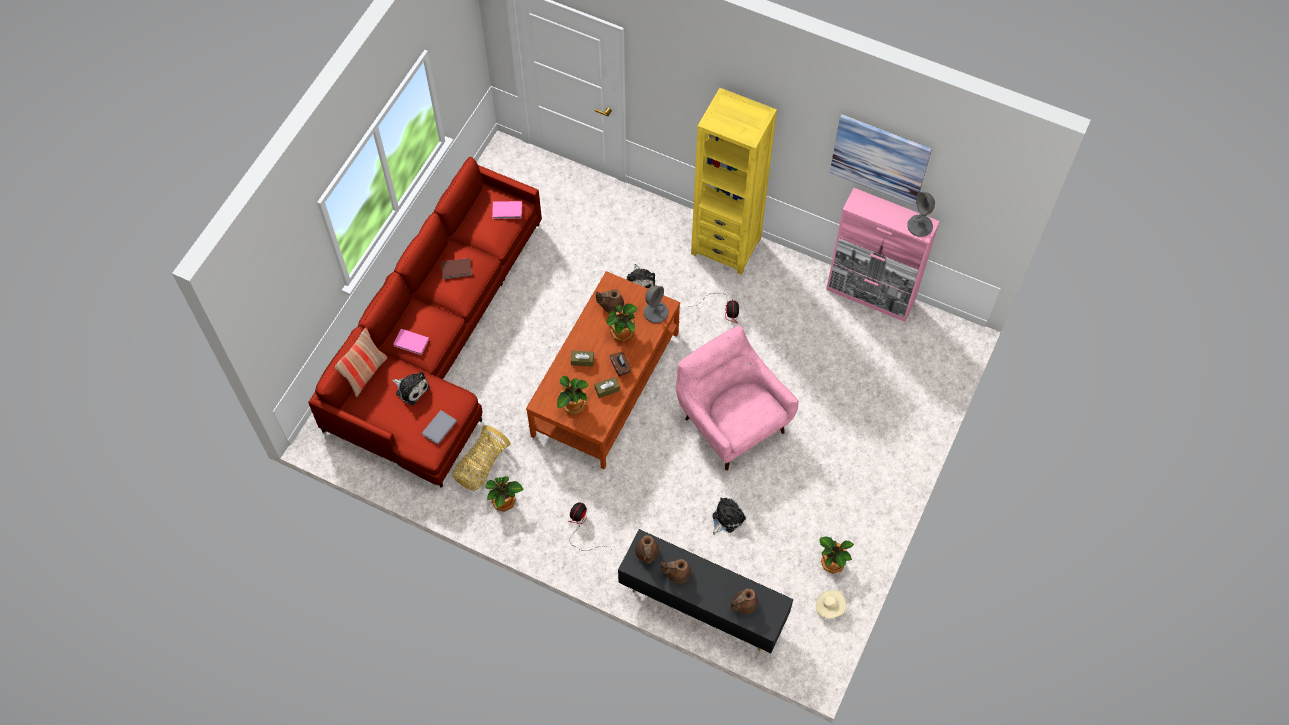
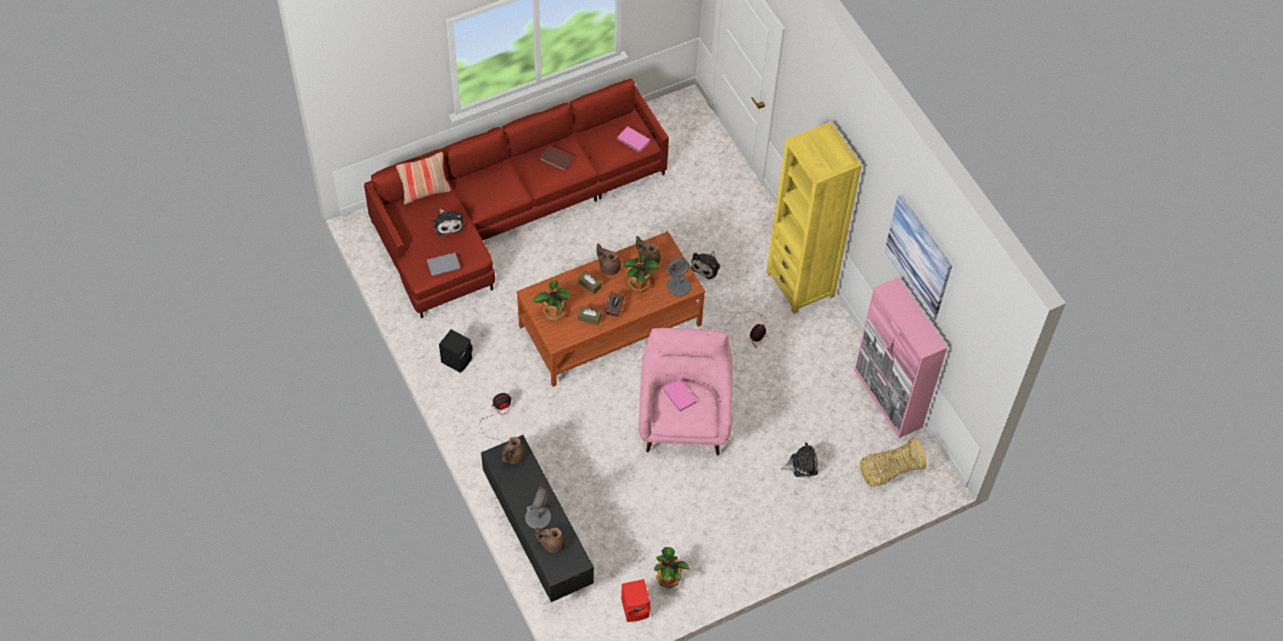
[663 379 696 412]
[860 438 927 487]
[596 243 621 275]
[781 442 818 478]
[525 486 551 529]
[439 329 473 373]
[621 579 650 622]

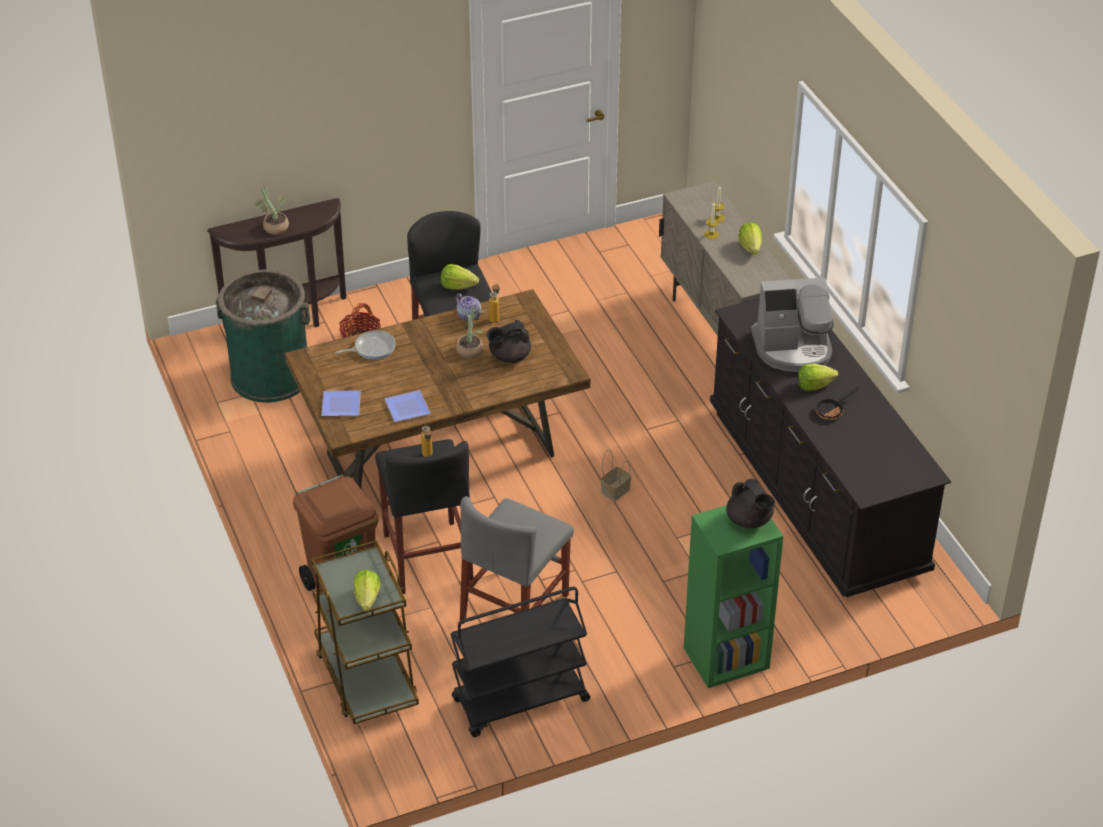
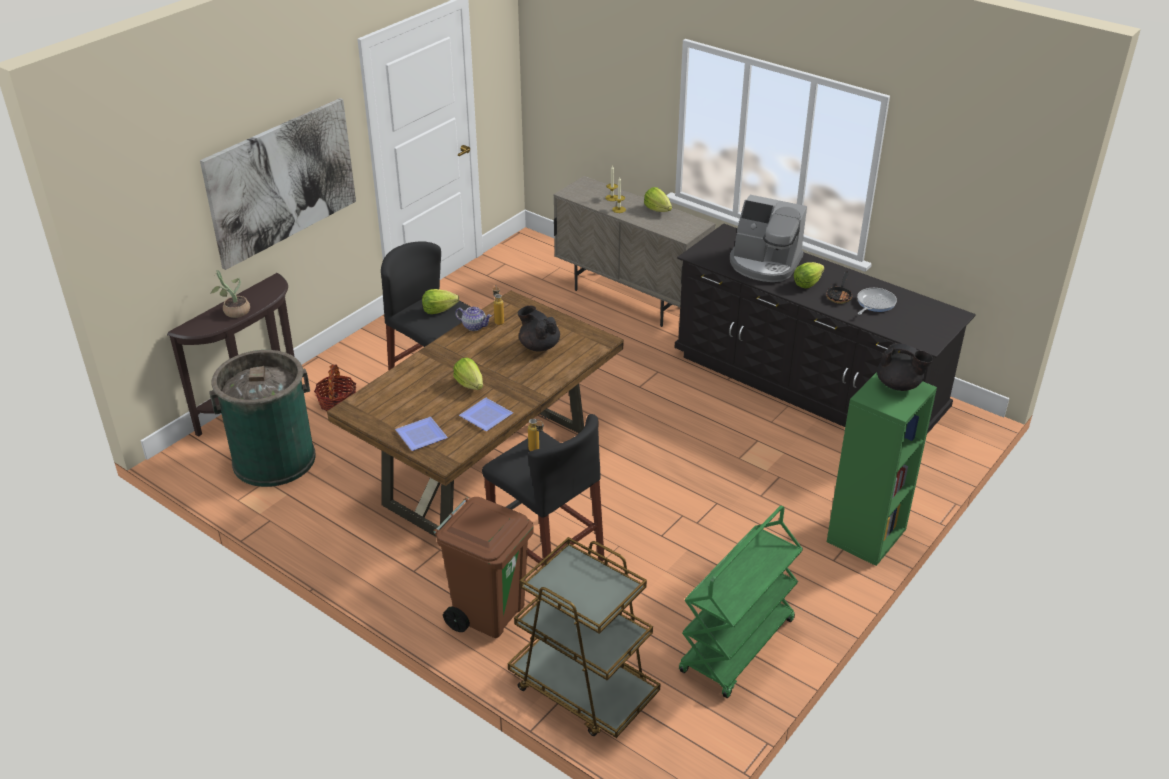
[456 306 483 358] (first image)
[460 496 574 624] (first image)
[600 449 631 501] (first image)
[200 98 356 270]
[857 288 897 315]
[453 358 483 390]
[679 506 803 698]
[518 306 560 352]
[730 195 807 282]

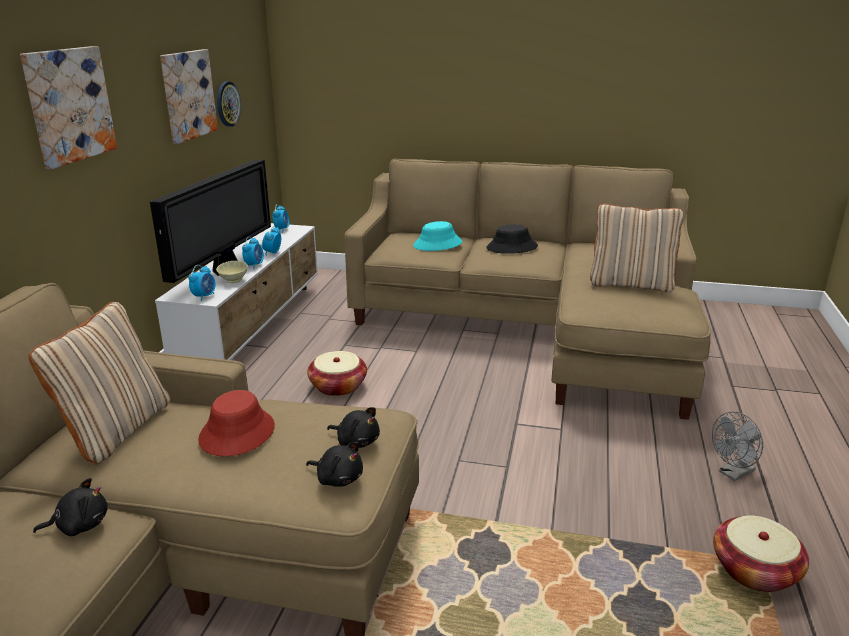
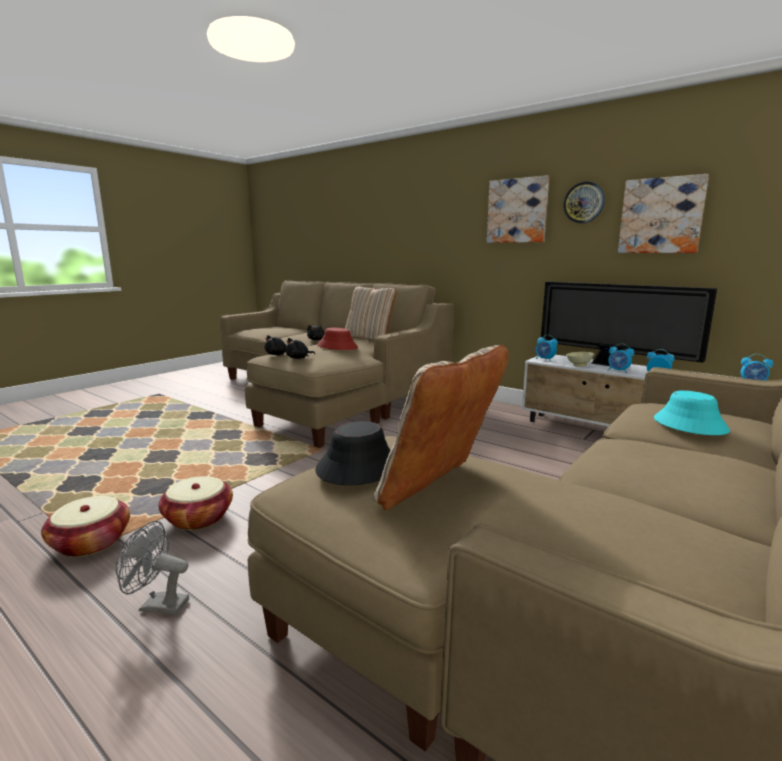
[563 182 605 223]
[158 476 233 530]
[315 421 391 485]
[116 521 189 615]

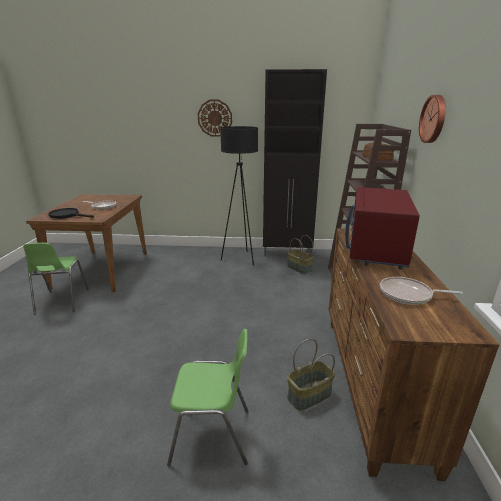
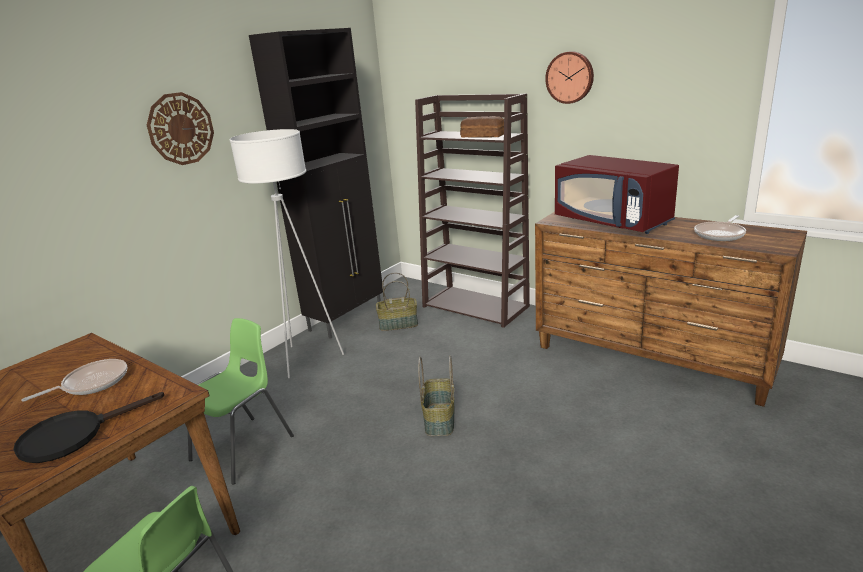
[188 318 294 484]
[418 355 454 436]
[230 129 344 378]

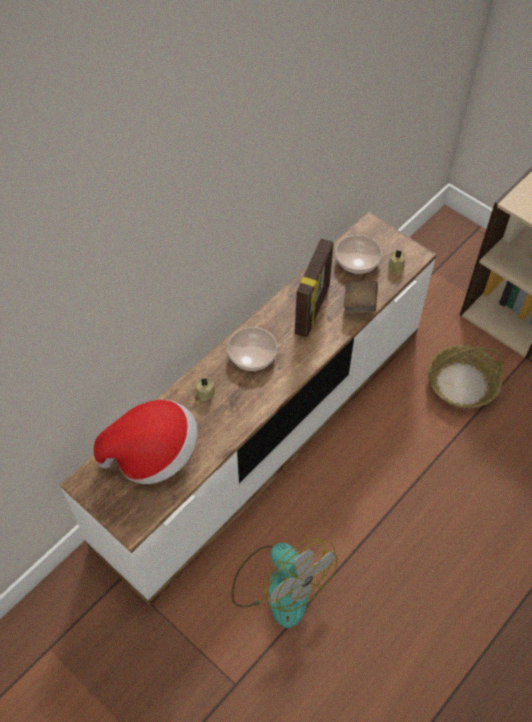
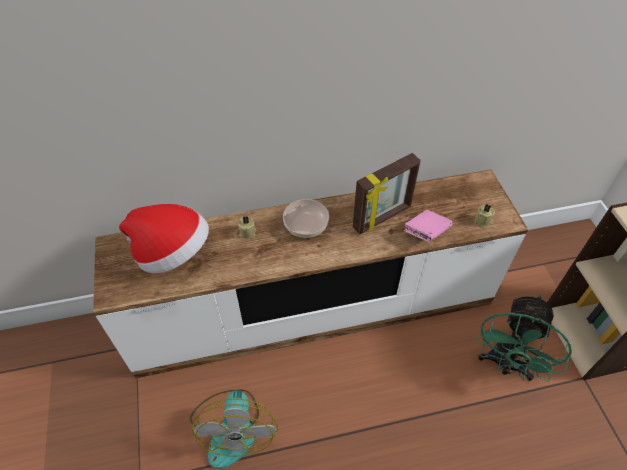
[336 235 382 274] (first image)
[477 295 572 382]
[404 210 452 242]

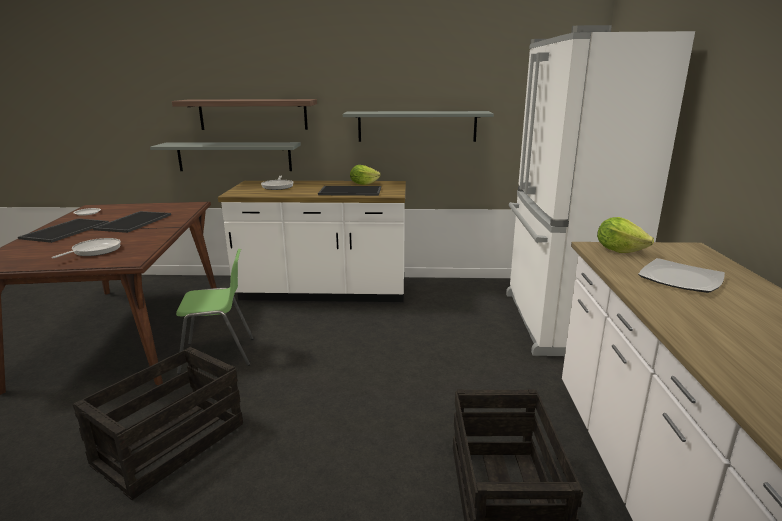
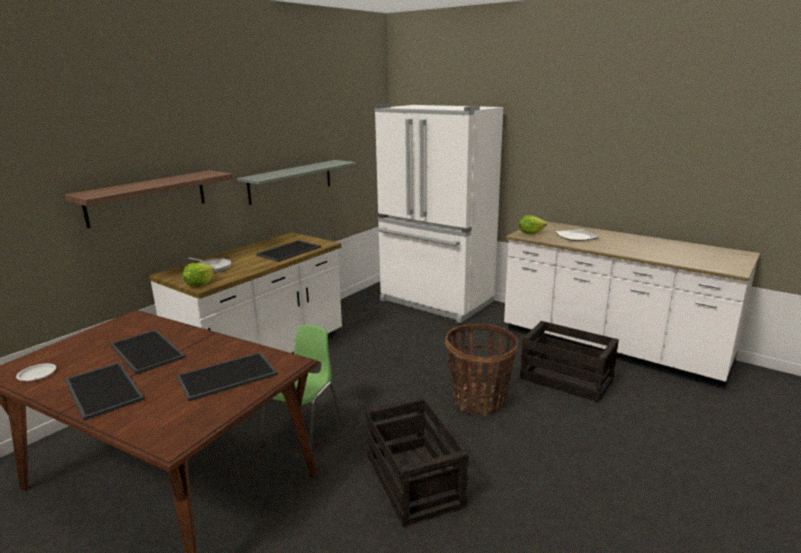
[150 142 301 171] (first image)
[445 324 518 416]
[183 263 214 286]
[177 352 278 401]

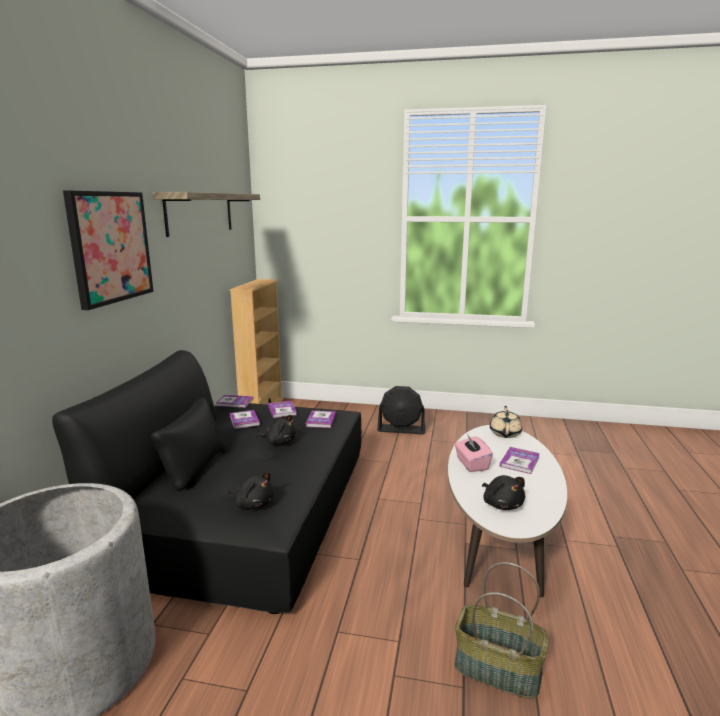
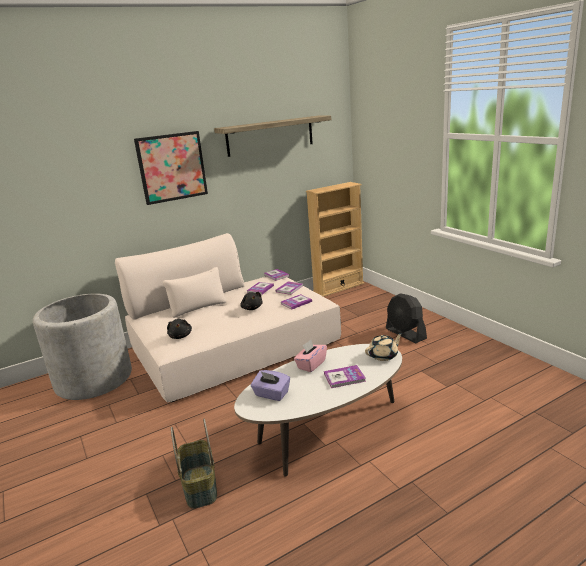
[251 370 290 401]
[115 233 341 402]

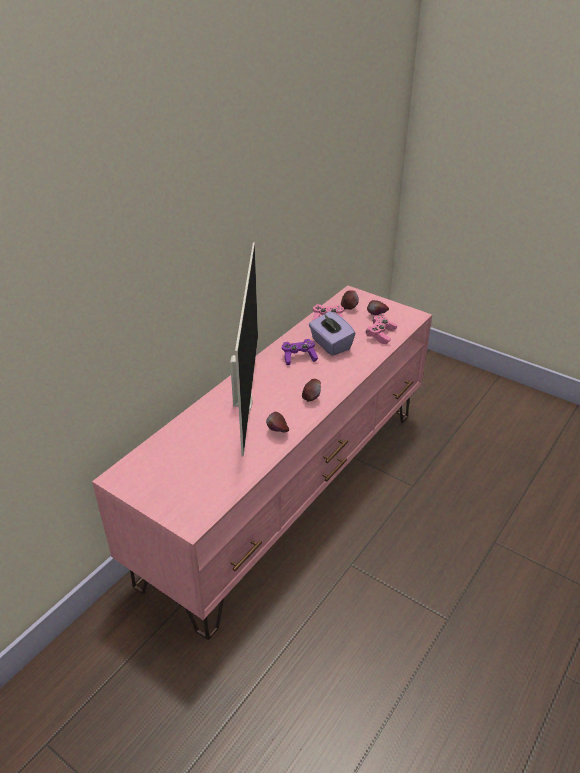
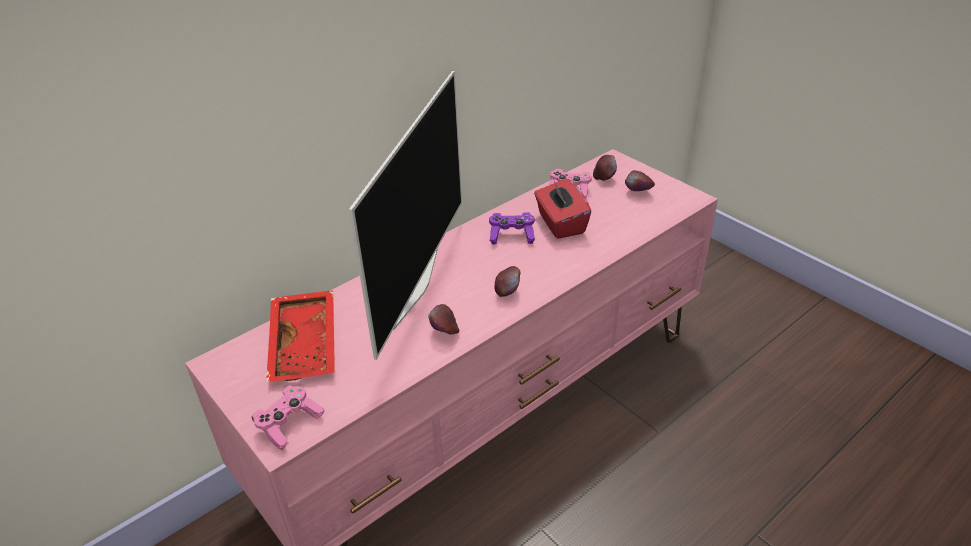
[266 290 335 382]
[252 386 324 450]
[534 177 591 239]

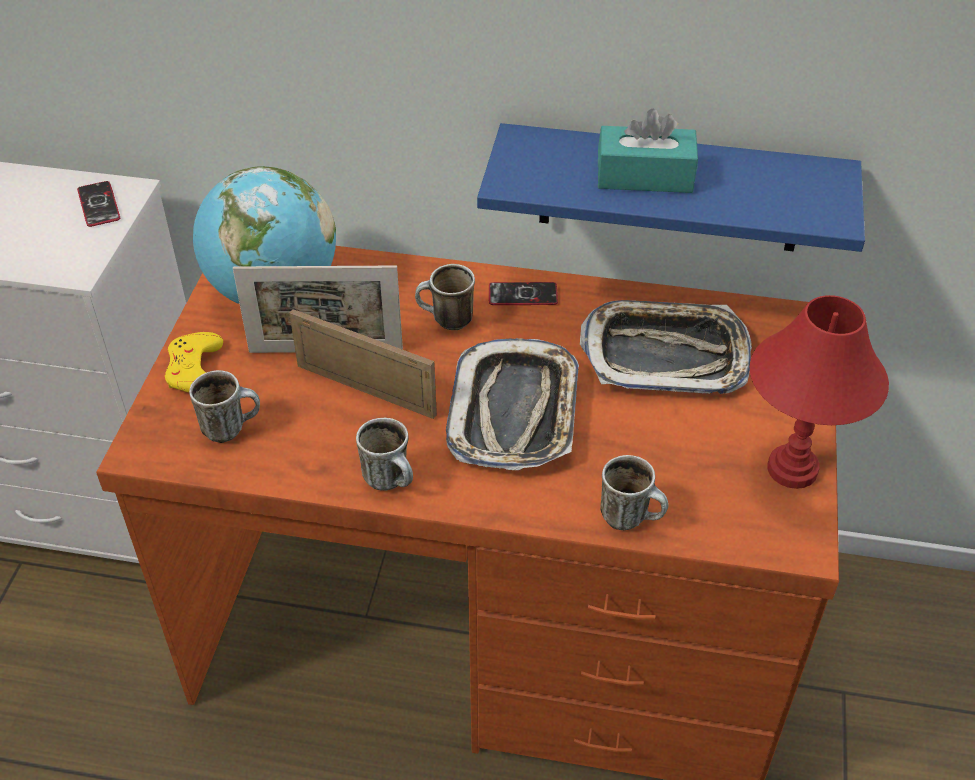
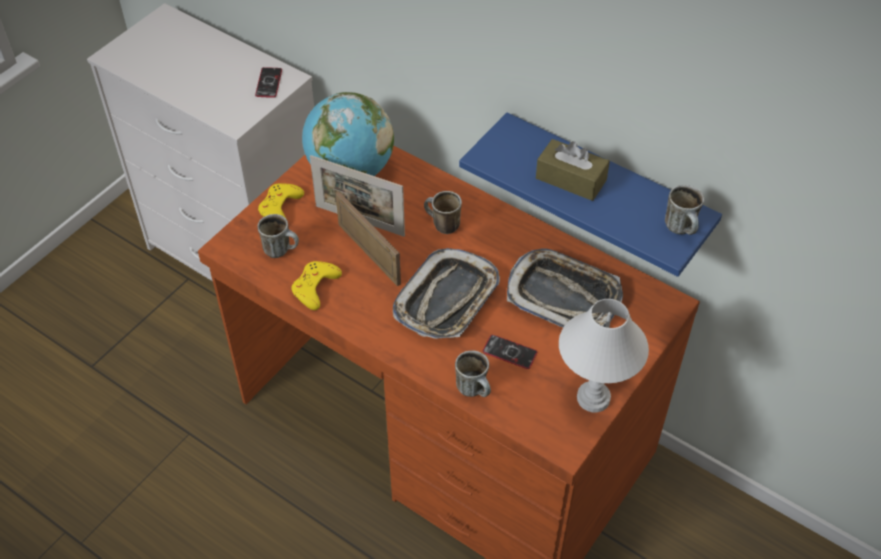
[291 261 342 310]
[665 185 704 235]
[483 335 537 369]
[536 139 610 201]
[559 299 649 412]

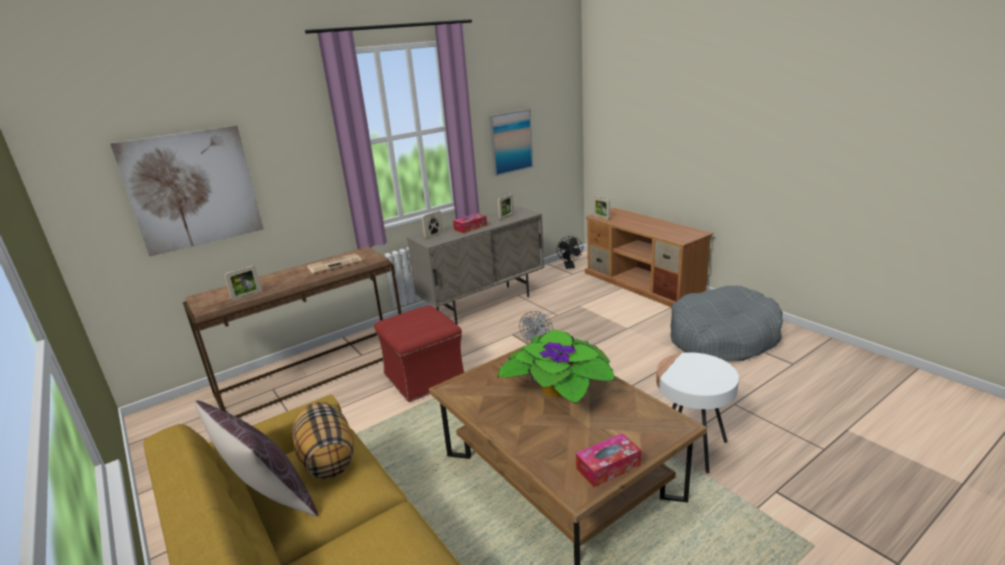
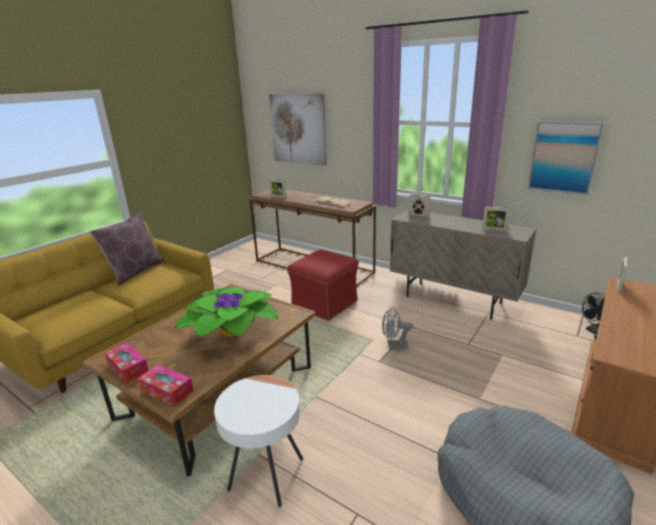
[293 402 354 479] (first image)
[138 364 194 407]

